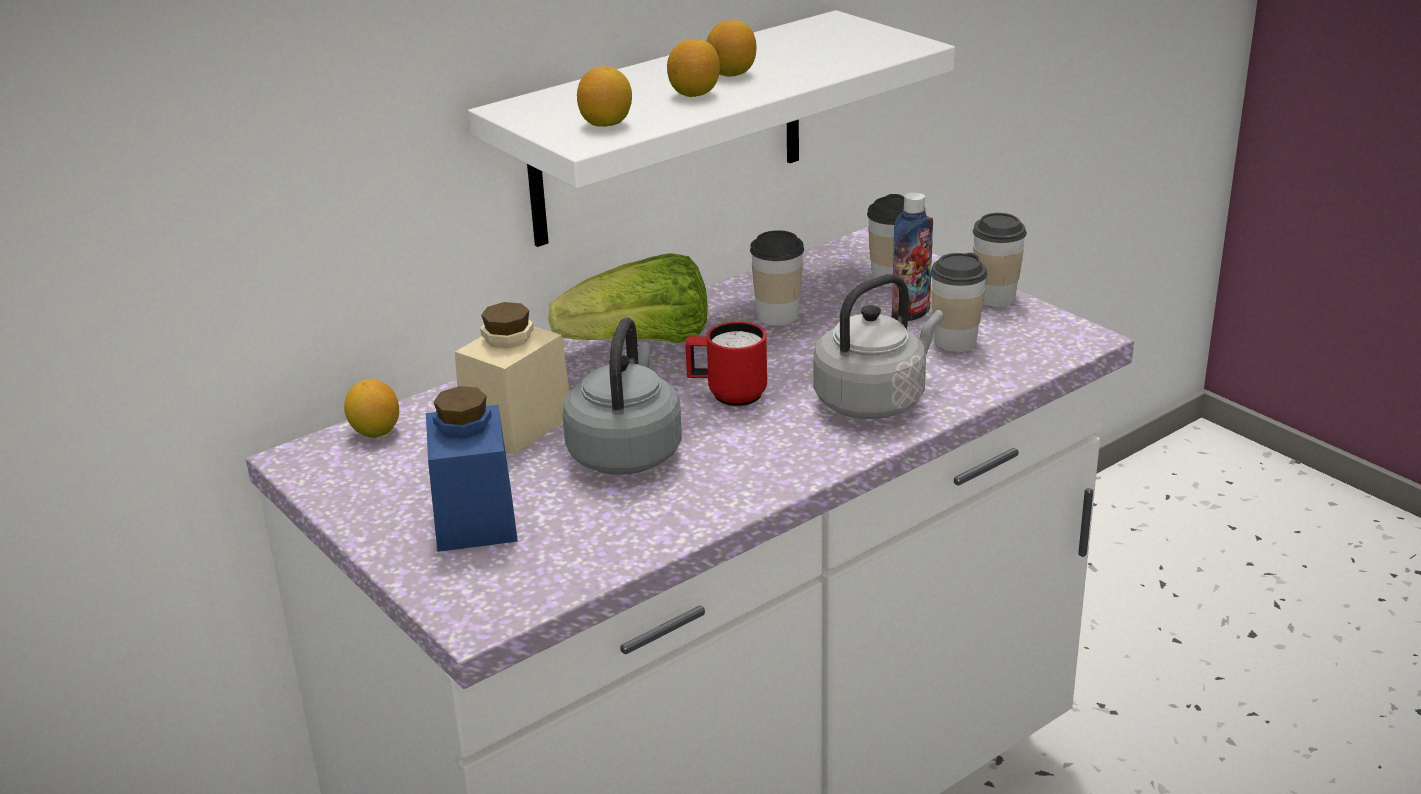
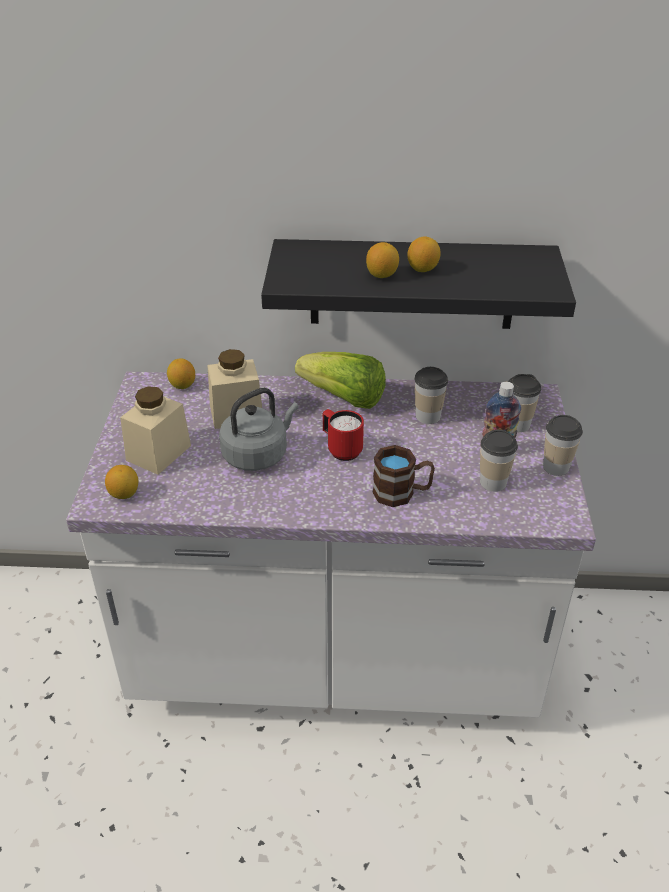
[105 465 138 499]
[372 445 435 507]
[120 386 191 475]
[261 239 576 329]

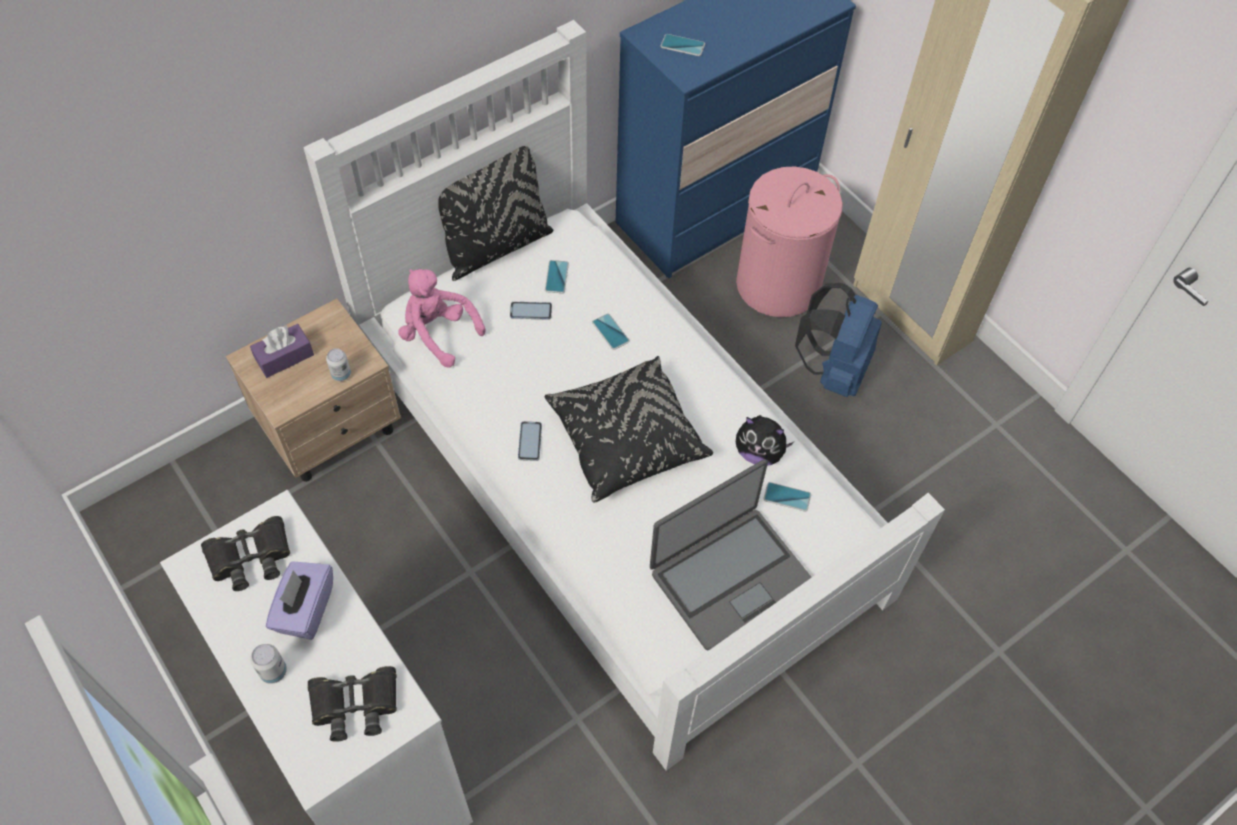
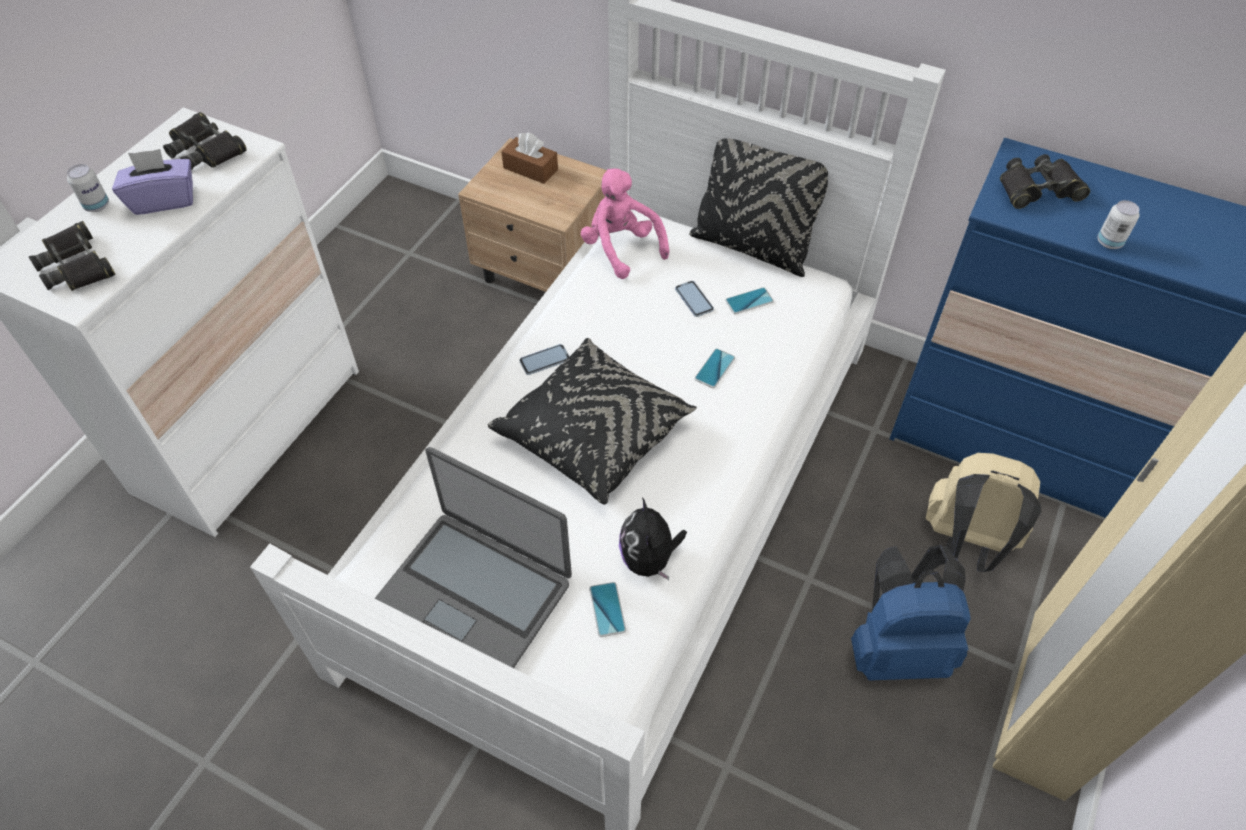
[1097 200 1140 249]
[1000 154 1090 209]
[926 453 1041 572]
[501 132 558 184]
[581 168 669 279]

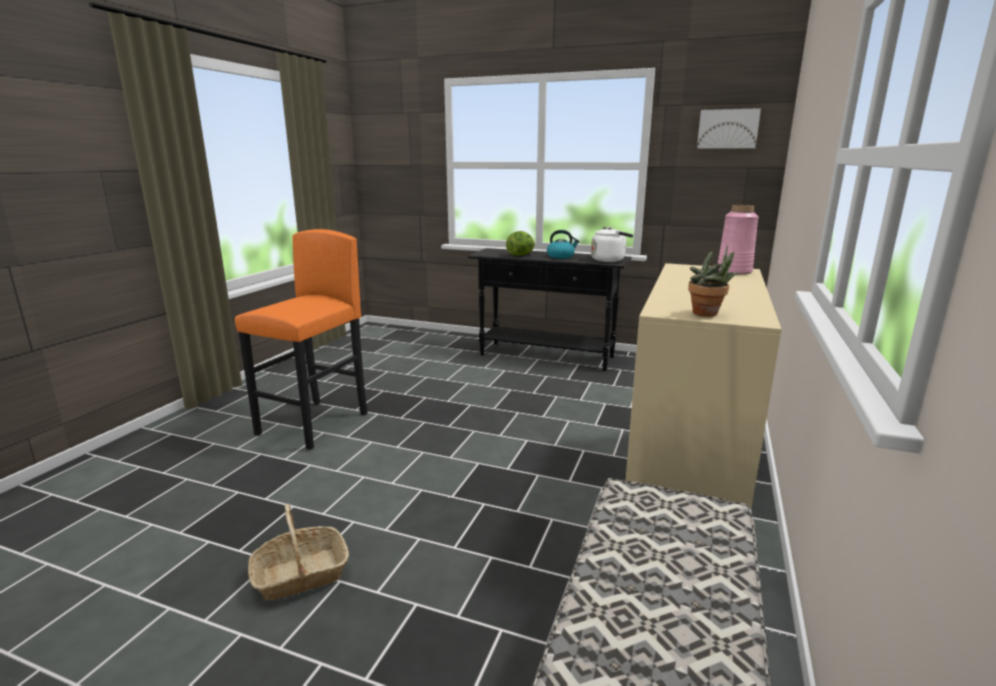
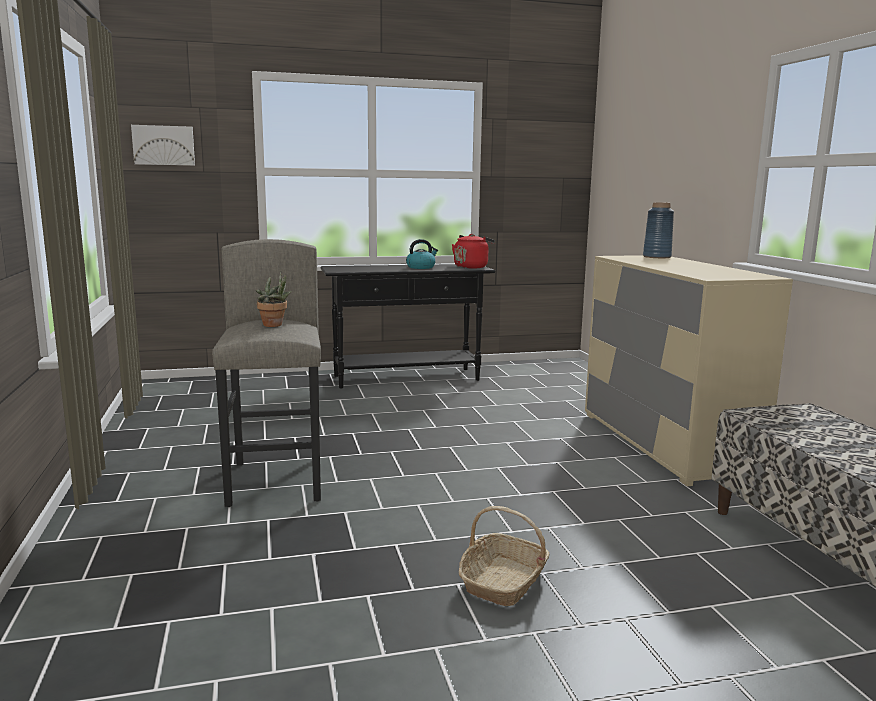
[506 231 535 256] (first image)
[256 271 292 327]
[131 125 195 166]
[212 239 321 507]
[452 234 495 269]
[643 202 674 258]

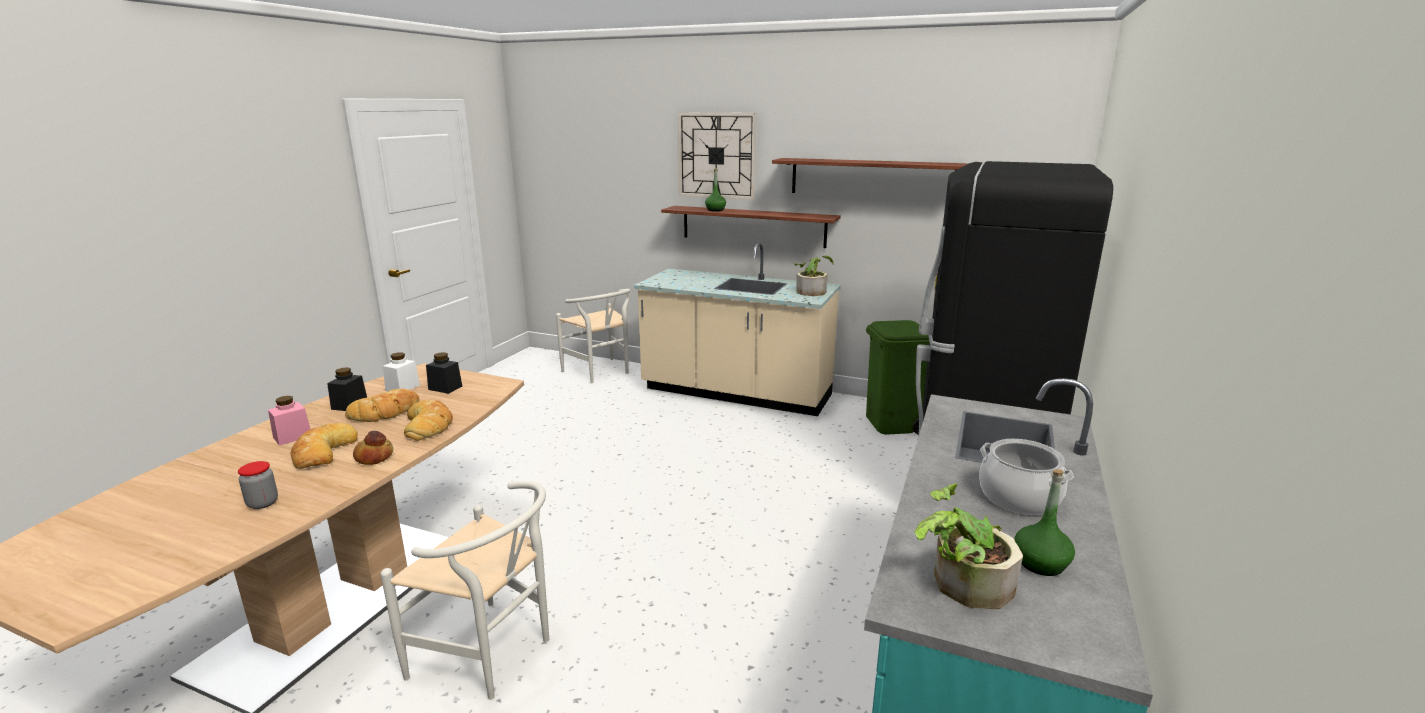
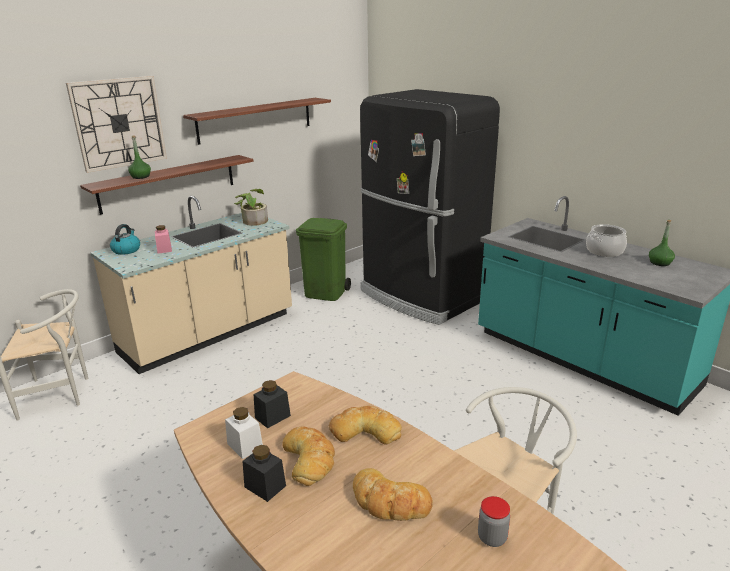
[353 431 393 465] (first image)
[915 483 1023 609] (first image)
[110 224 140 255]
[155 225 172 254]

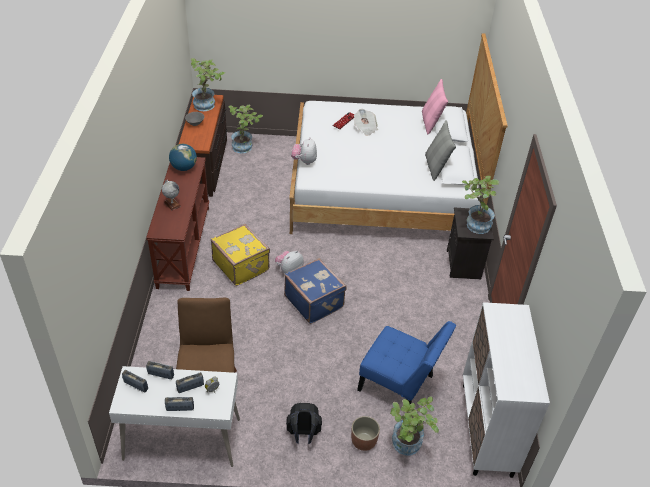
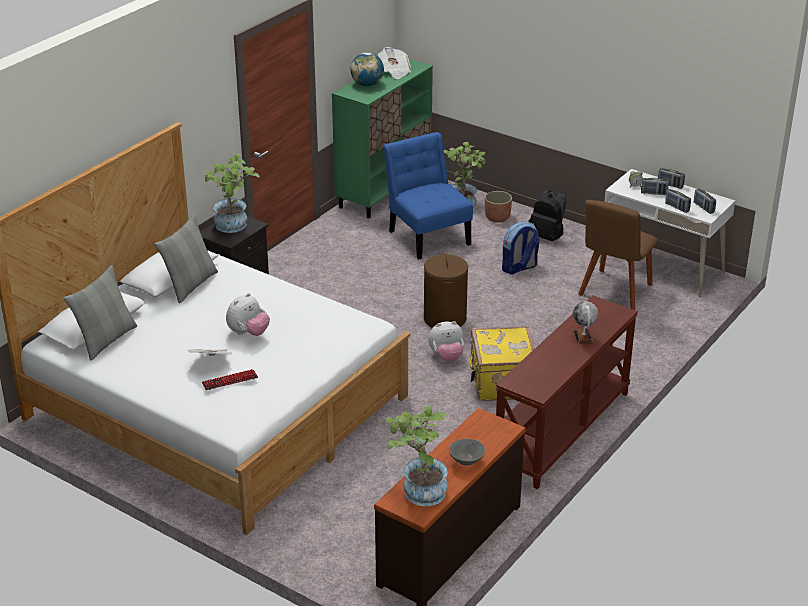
[228 105 263 153] (first image)
[378 47 411 79]
[502 222 539 275]
[350 52 384 86]
[226 293 270 336]
[424 254 468 328]
[63 265 137 360]
[332 59 433 218]

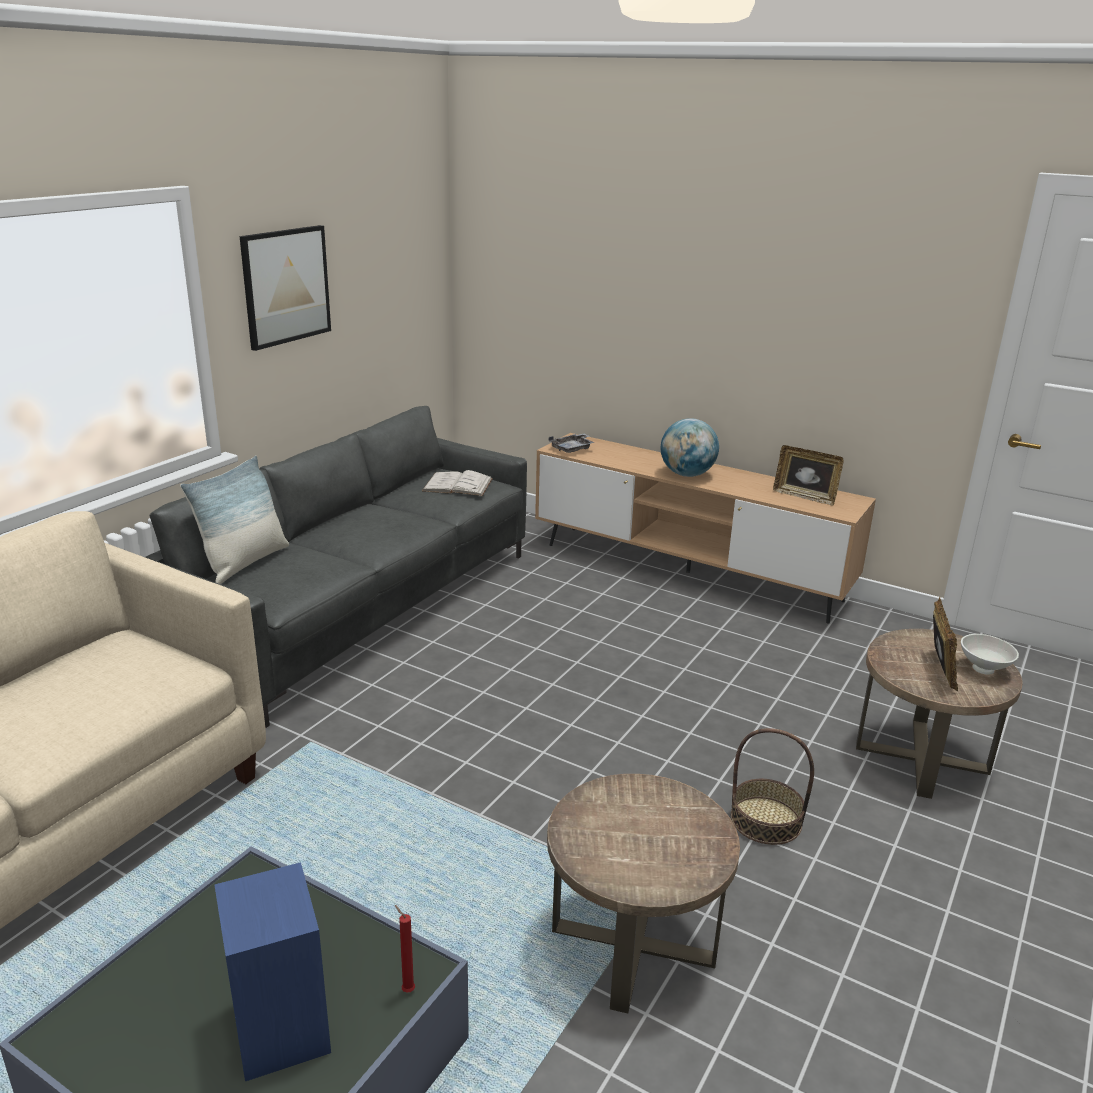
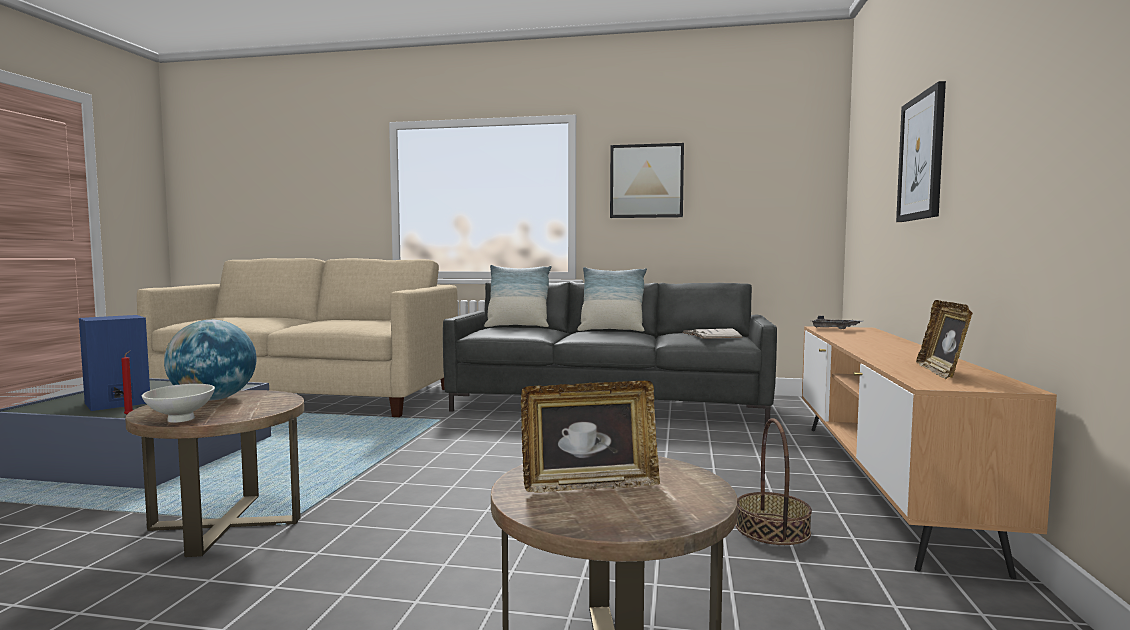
[577 267 647 331]
[896 81 946 222]
[164 320 257 401]
[736 418 812 545]
[142 384 215 423]

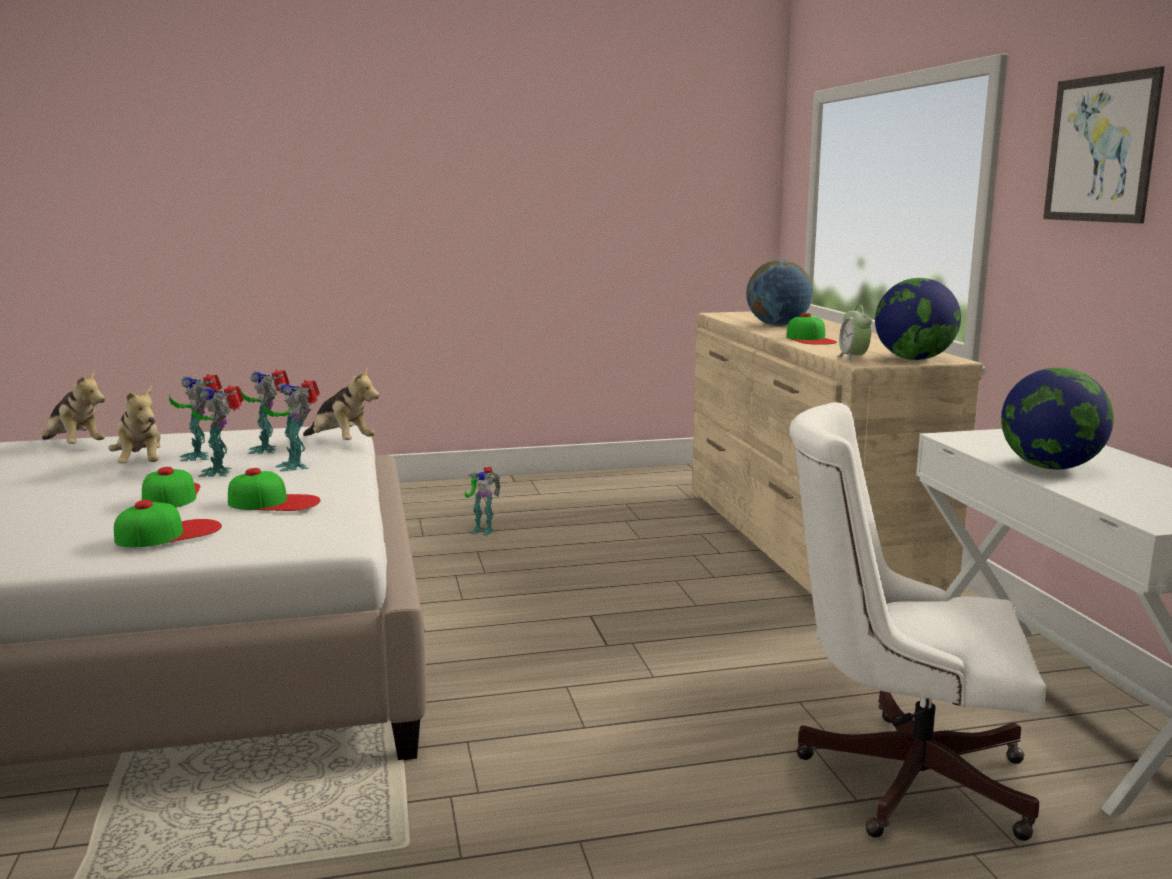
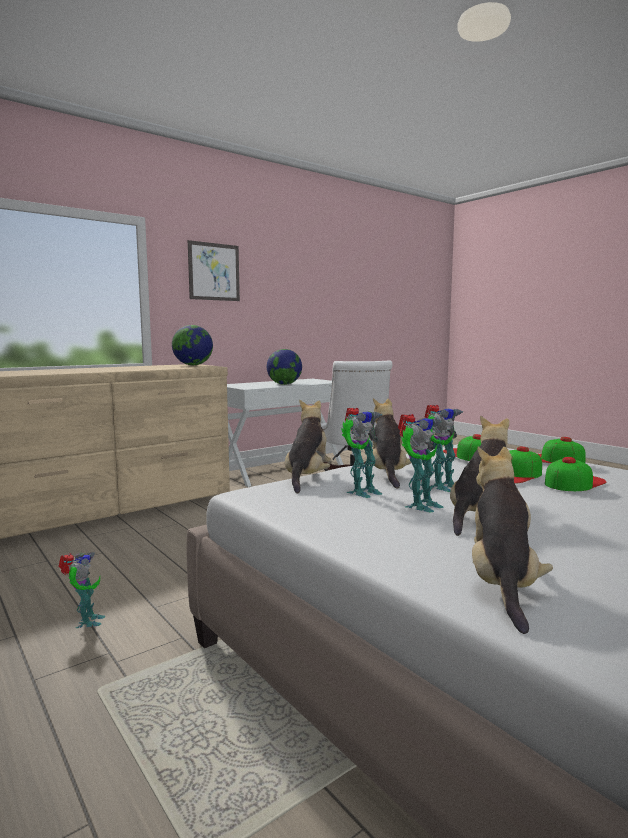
[746 260 813 326] (first image)
[838 305 872 362] (first image)
[545 457 607 491]
[373 398 412 489]

